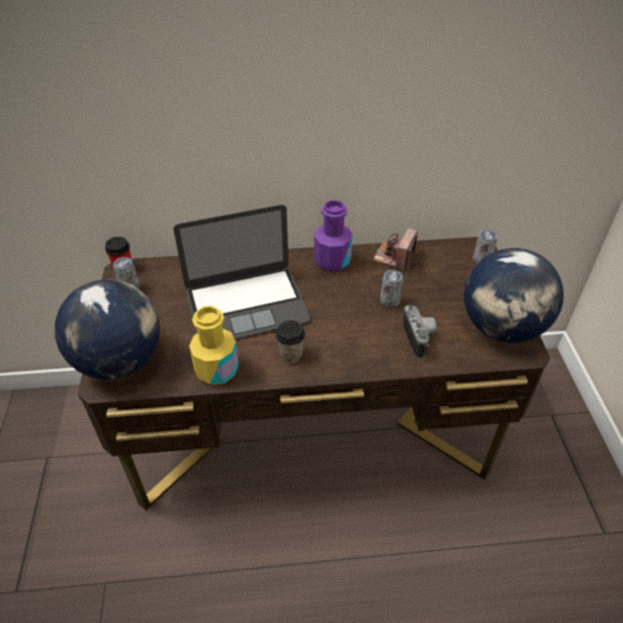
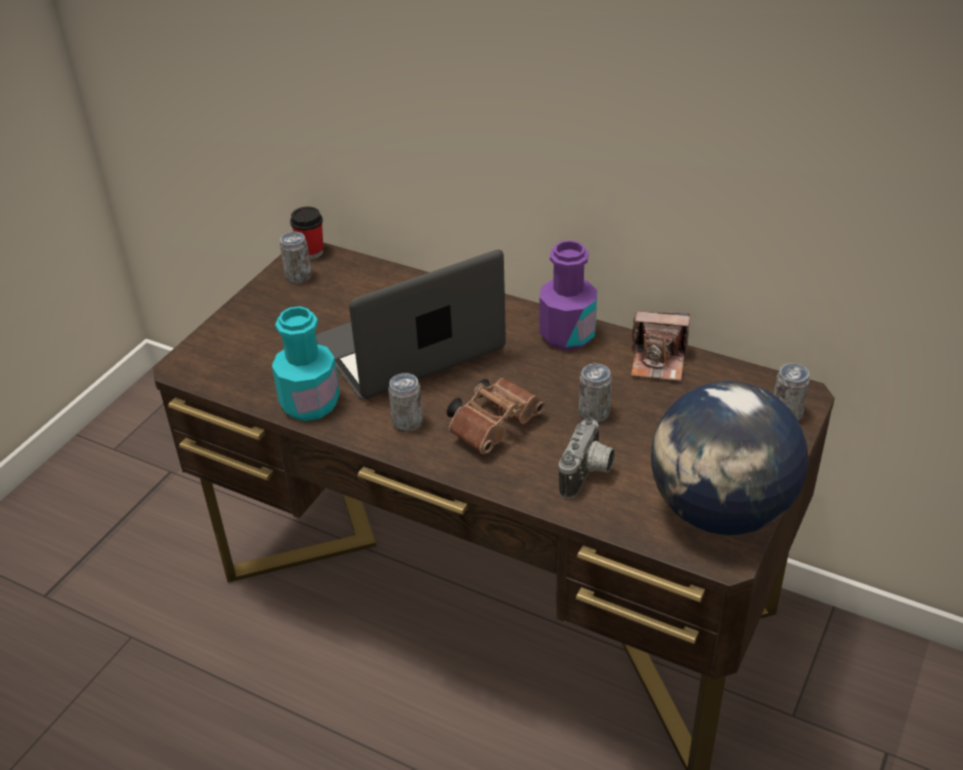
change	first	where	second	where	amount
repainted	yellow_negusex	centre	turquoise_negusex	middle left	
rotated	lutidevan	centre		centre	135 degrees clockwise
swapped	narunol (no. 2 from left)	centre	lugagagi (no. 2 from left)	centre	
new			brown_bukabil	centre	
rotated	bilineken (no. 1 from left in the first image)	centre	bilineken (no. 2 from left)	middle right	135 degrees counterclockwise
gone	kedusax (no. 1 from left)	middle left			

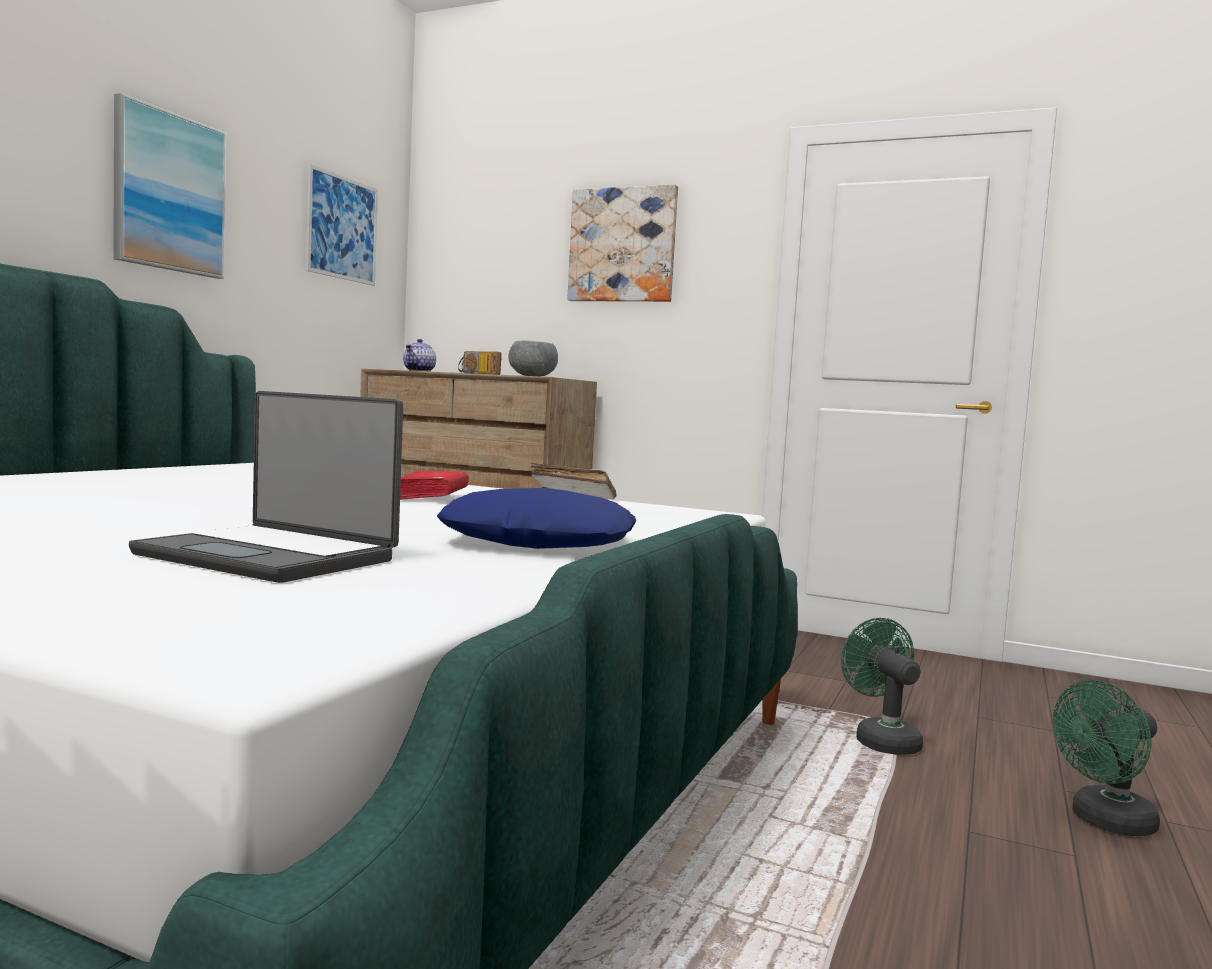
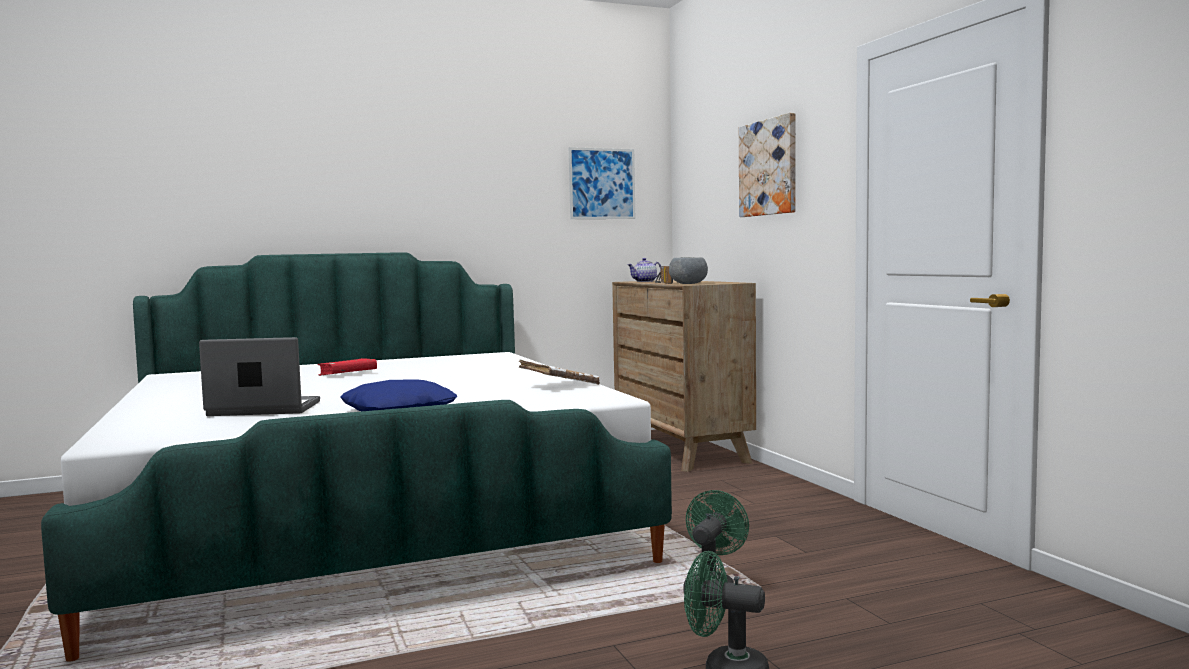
change	first	where	second	where	amount
rotated	lutidevan	middle left		middle left	105 degrees clockwise
shifted	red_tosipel	centre		middle left	
gone	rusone (no. 1 from left)	top left			

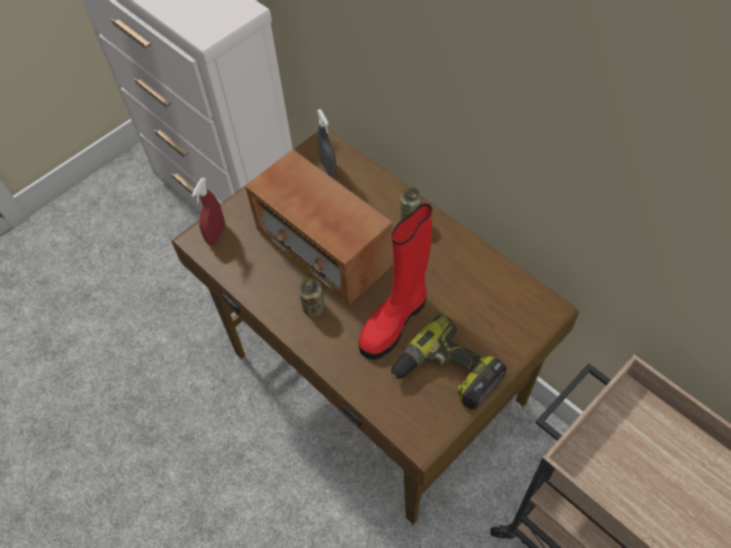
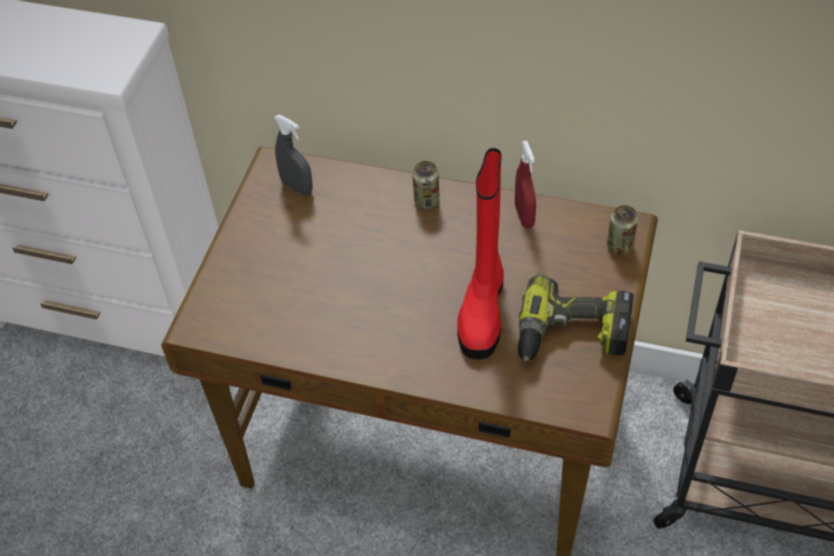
change	first	where	second	where	amount
shifted	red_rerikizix	middle left		top centre	
shifted	lugagagi (no. 1 from left in the first image)	centre	lugagagi (no. 2 from left)	middle right	
gone	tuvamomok	centre			

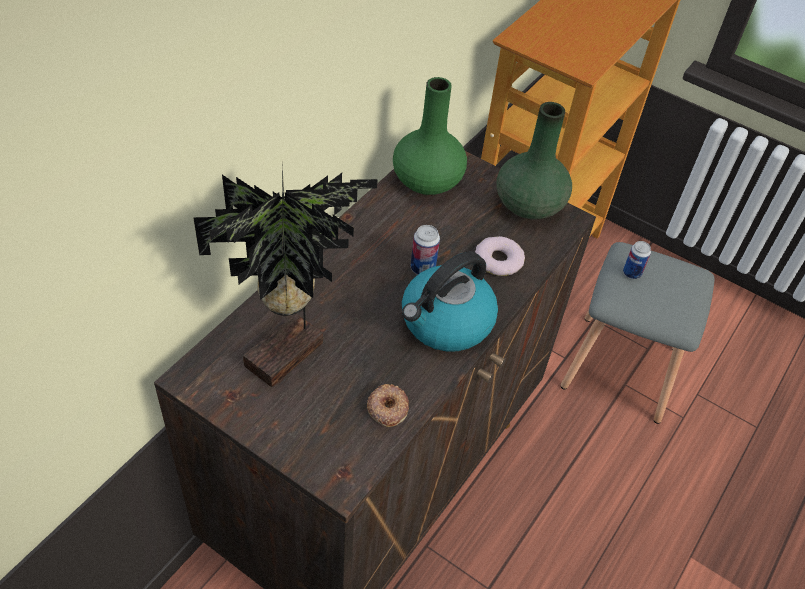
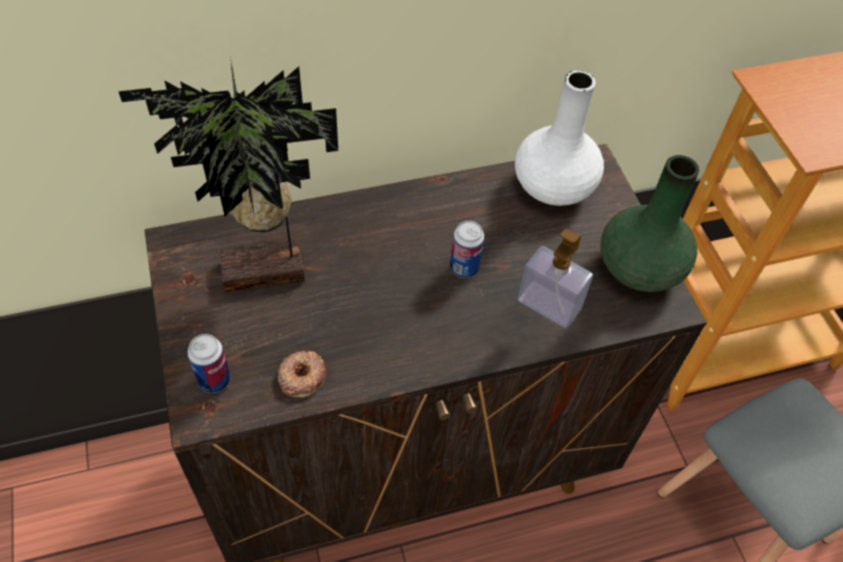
change	first	where	second	where	amount
shifted	lugagagi (no. 2 from left in the first image)	middle right	lugagagi (no. 1 from left)	middle left	
repainted	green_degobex (no. 1 from left)	top centre	white_degobex	top centre	
swapped	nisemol (no. 2 from left)	centre	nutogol	centre	
gone	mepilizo	centre			

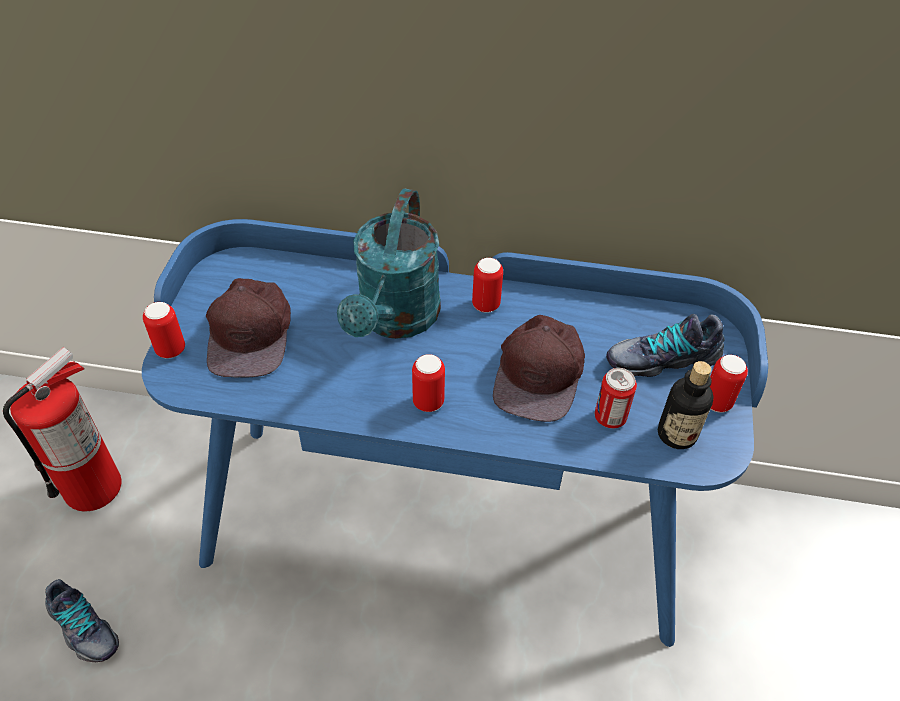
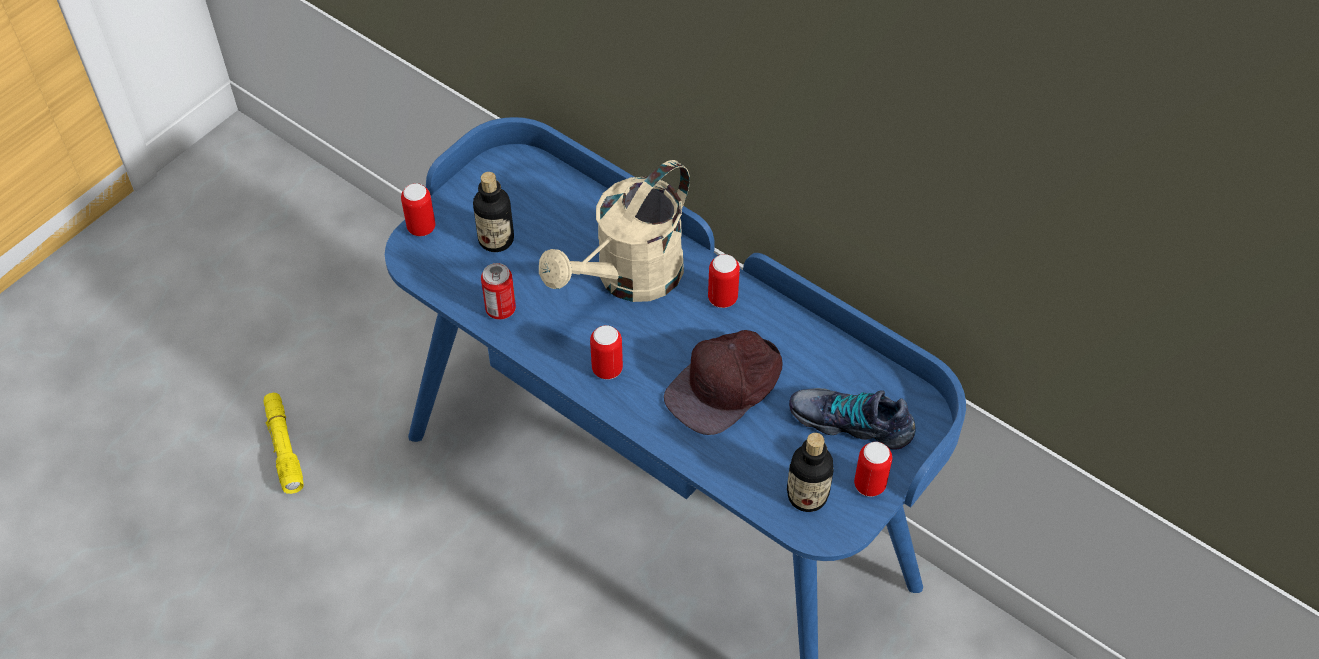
change	first	where	second	where	amount
swapped	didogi (no. 1 from left)	bottom left	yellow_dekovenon	bottom left	
swapped	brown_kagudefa (no. 1 from left)	middle left	negusex (no. 1 from left)	top centre	
shifted	lugagagi (no. 4 from left in the first image)	middle right	lugagagi (no. 2 from left)	centre	
repainted	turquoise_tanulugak	centre	beige_tanulugak	centre	
gone	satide	middle left			

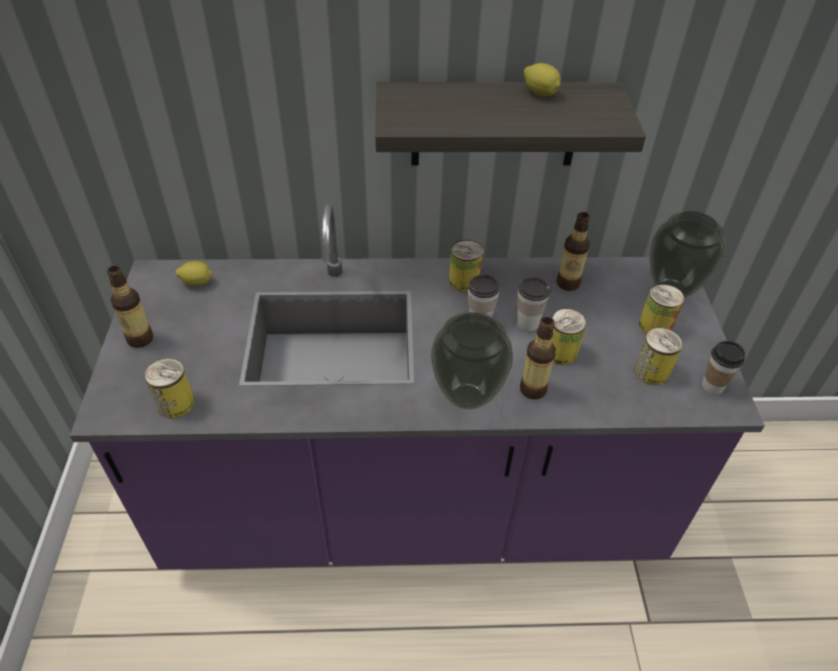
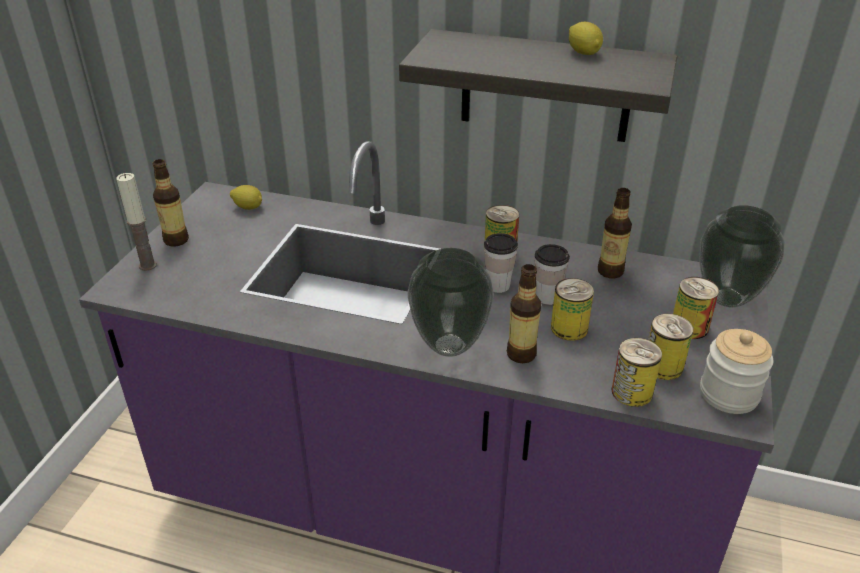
change	first	where	second	where	amount
new			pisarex	middle left	
shifted	lugagagi (no. 1 from left in the first image)	middle left	lugagagi (no. 3 from left)	middle right	
swapped	narunol (no. 3 from left)	middle right	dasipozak	middle right	

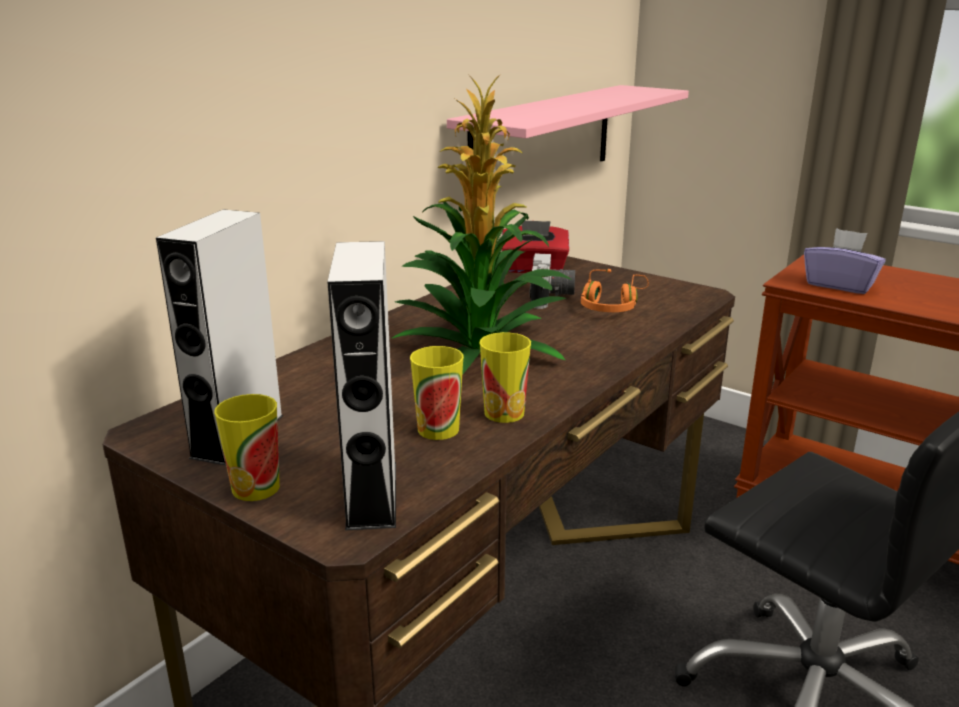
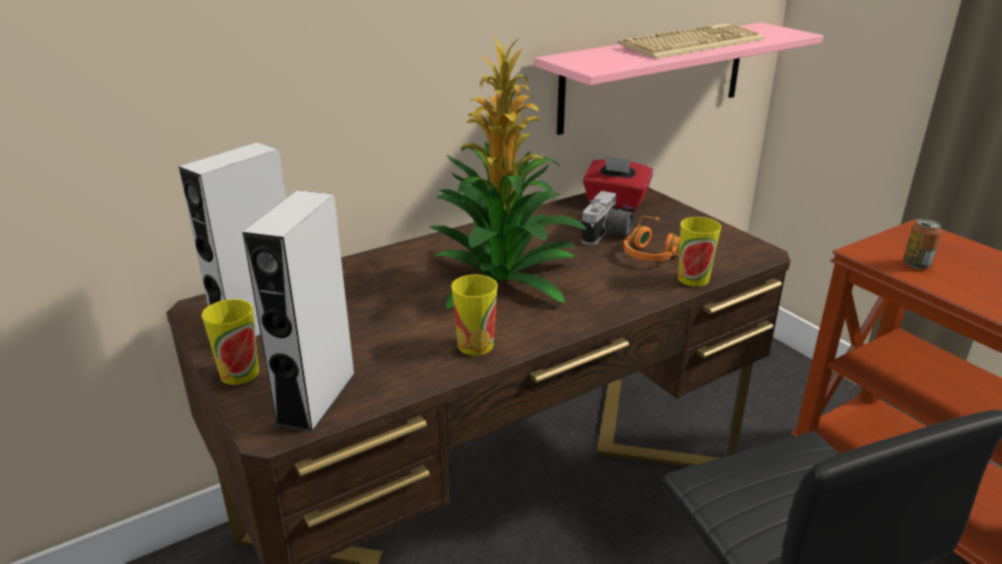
change	first	where	second	where	amount
new			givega	top right	
shifted	narunol (no. 2 from left in the first image)	centre	narunol (no. 3 from left)	middle right	
swapped	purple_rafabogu	middle right	lugagagi	middle right	

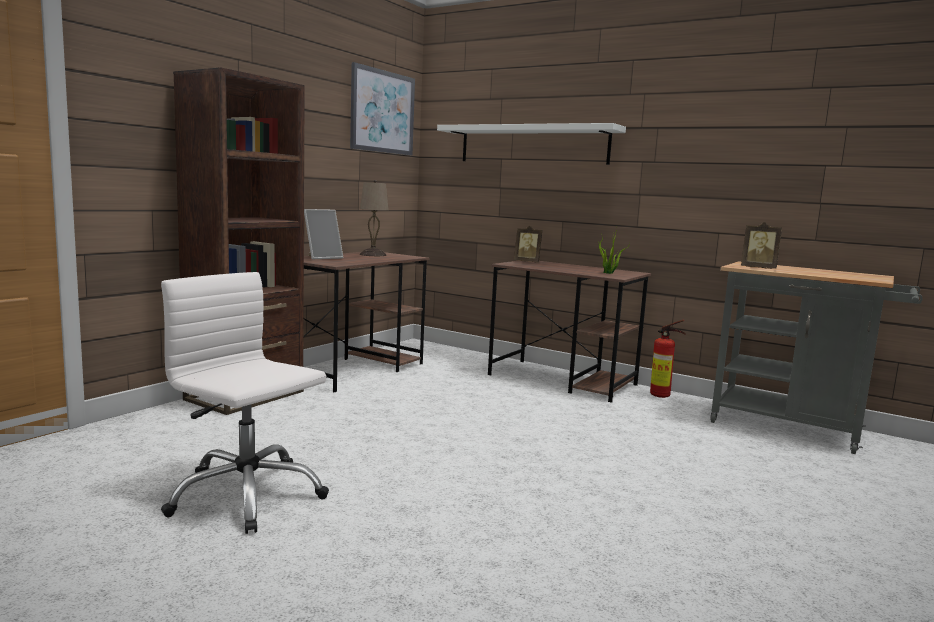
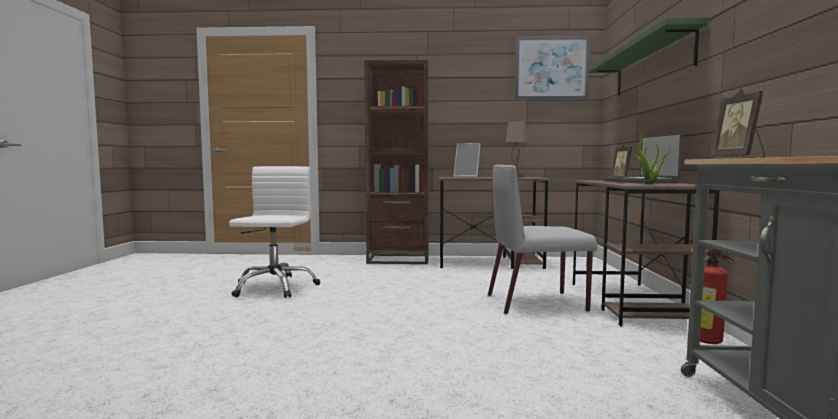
change	first	where	second	where	amount
new			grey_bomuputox	centre	
repainted	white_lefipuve	top centre	green_lefipuve	top right	
new			lutidevan	middle right	

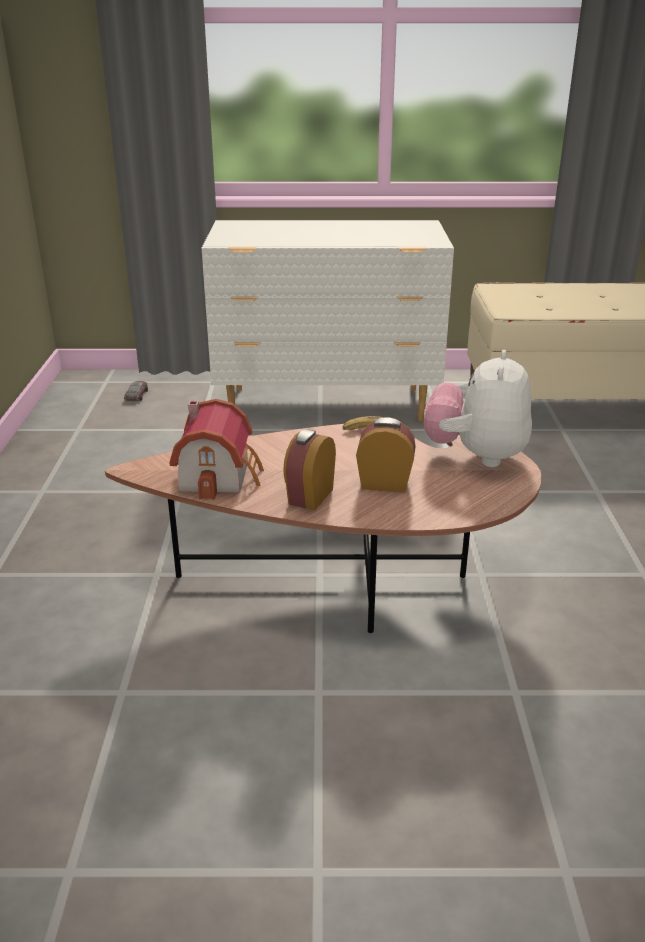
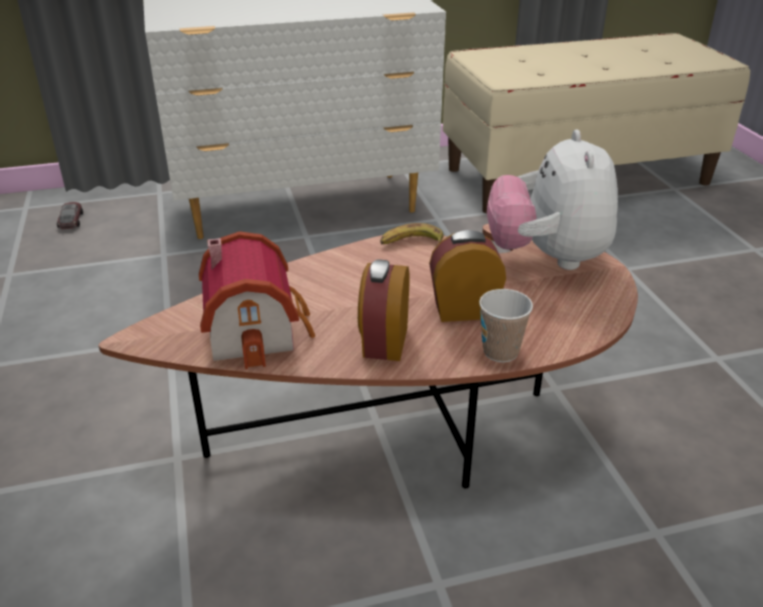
change	first	where	second	where	amount
new			narunol	centre	

